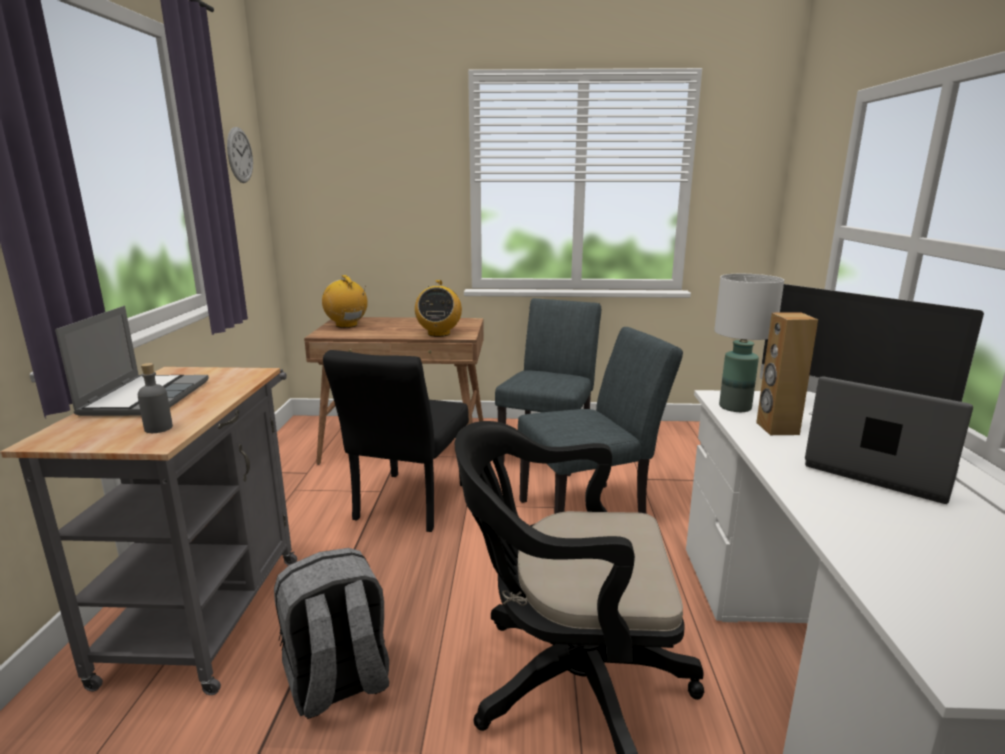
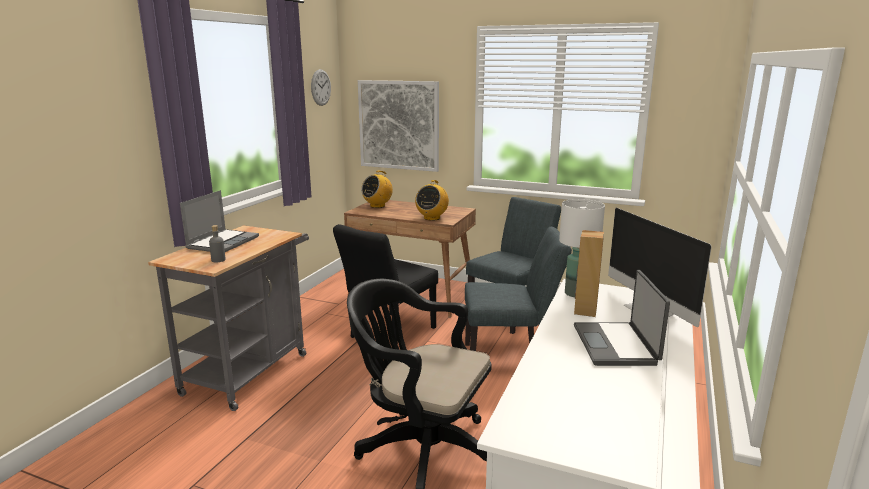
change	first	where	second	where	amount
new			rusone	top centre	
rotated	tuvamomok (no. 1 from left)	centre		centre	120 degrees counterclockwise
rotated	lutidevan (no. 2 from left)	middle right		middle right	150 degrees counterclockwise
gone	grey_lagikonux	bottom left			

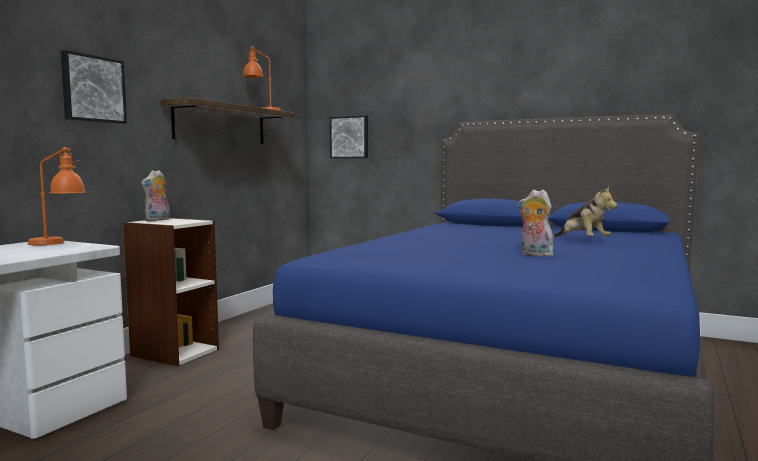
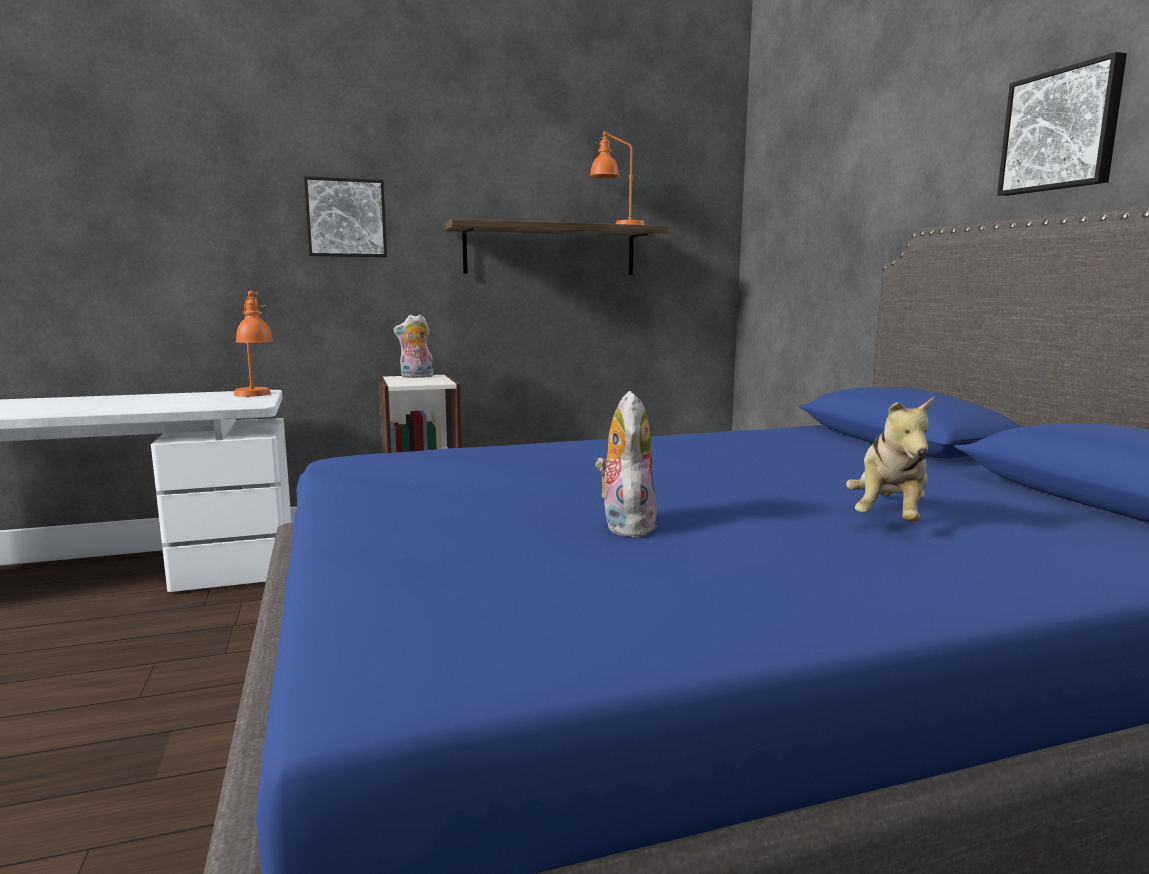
change	first	where	second	where	amount
shifted	rusone (no. 2 from left)	top centre		top right	

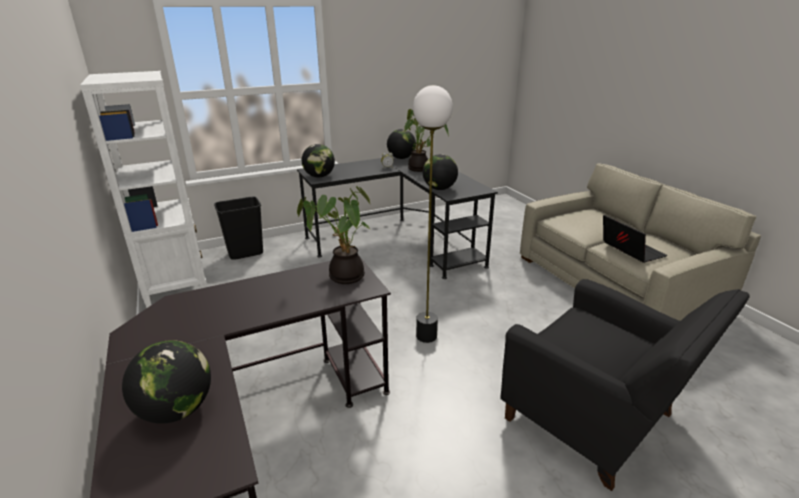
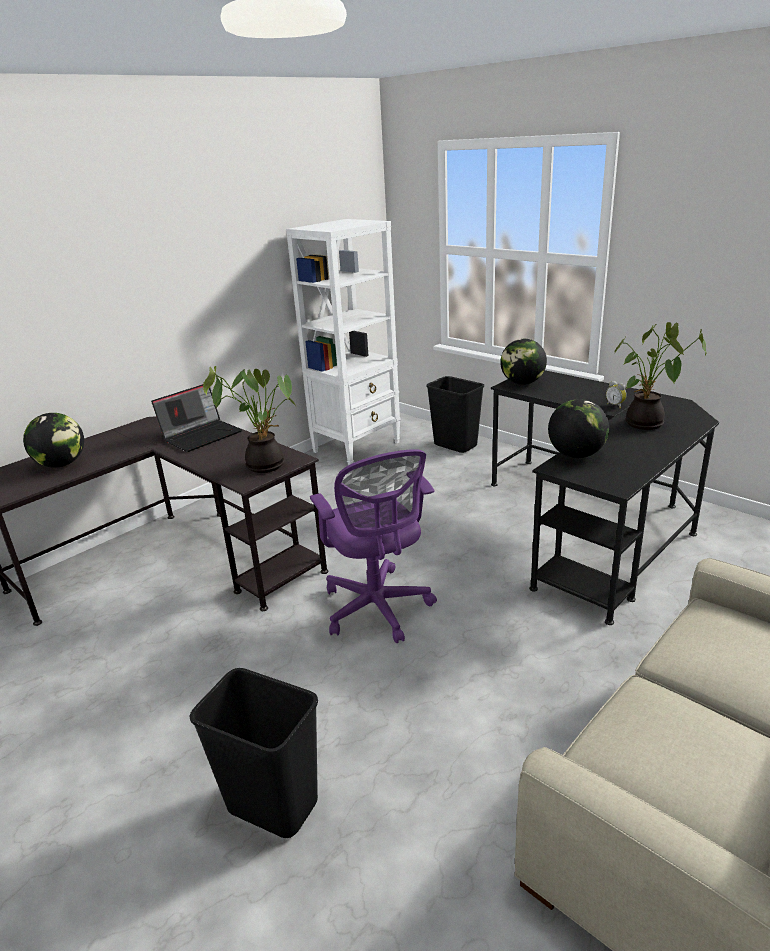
change	first	where	second	where	amount
shifted	lutidevan	middle right		middle left	
swapped	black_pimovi	bottom right	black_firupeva (no. 1 from left)	bottom left	
swapped	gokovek	centre	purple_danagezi	centre	
gone	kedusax (no. 3 from left)	top centre			

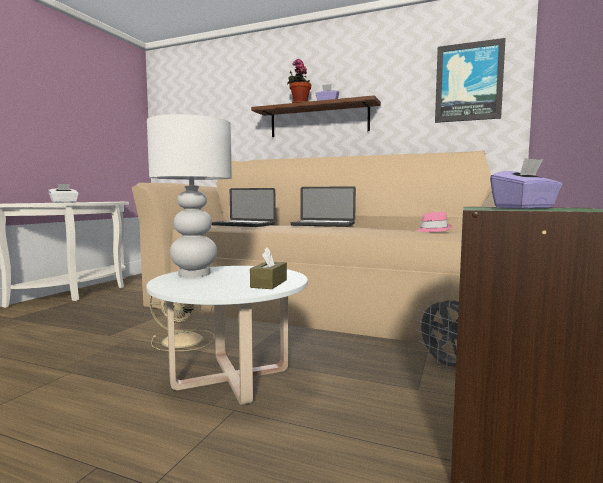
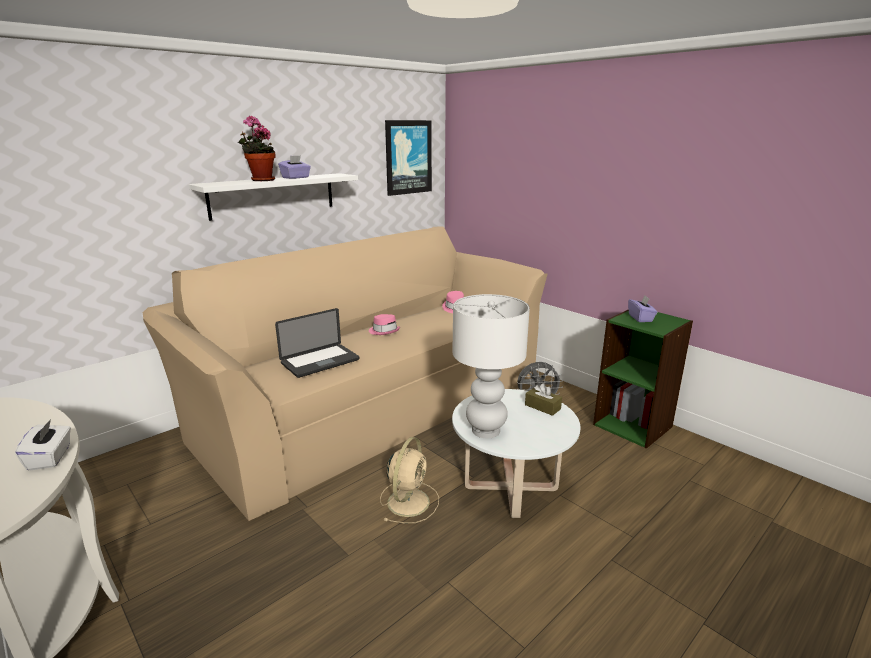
change	first	where	second	where	amount
repainted	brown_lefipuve	top centre	white_lefipuve	top left	
swapped	lutidevan (no. 2 from left)	centre	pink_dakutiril (no. 1 from left)	centre	

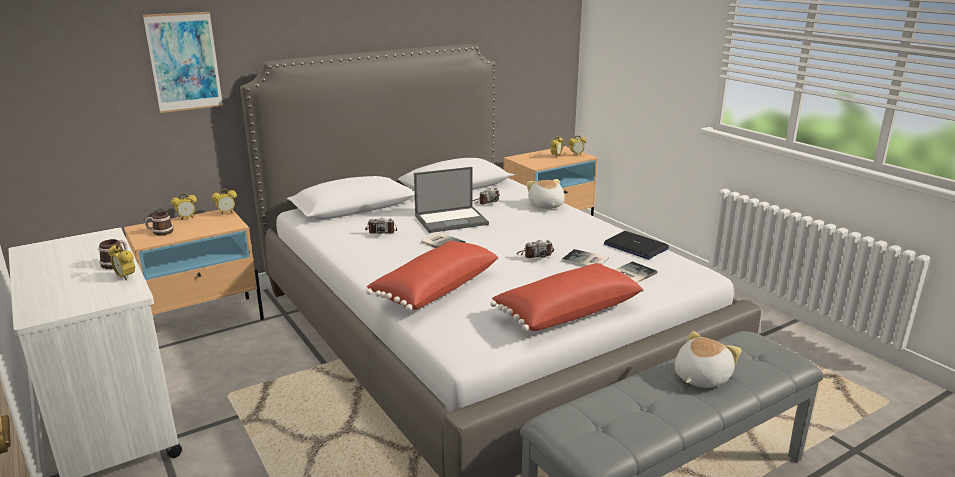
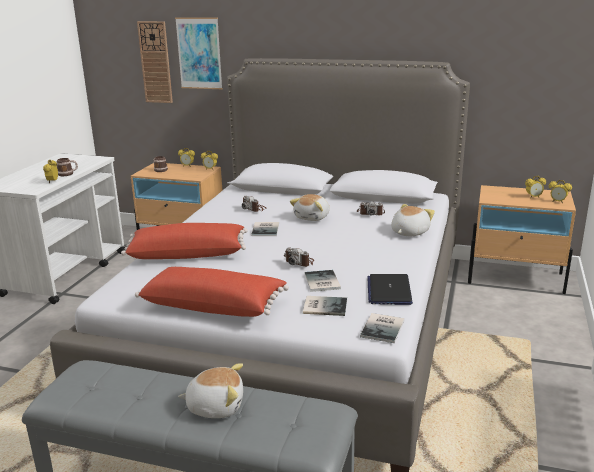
change	first	where	second	where	amount
new			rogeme	top left	
swapped	lutidevan (no. 1 from left)	centre	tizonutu (no. 2 from left)	centre	
new			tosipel (no. 4 from left)	bottom centre	

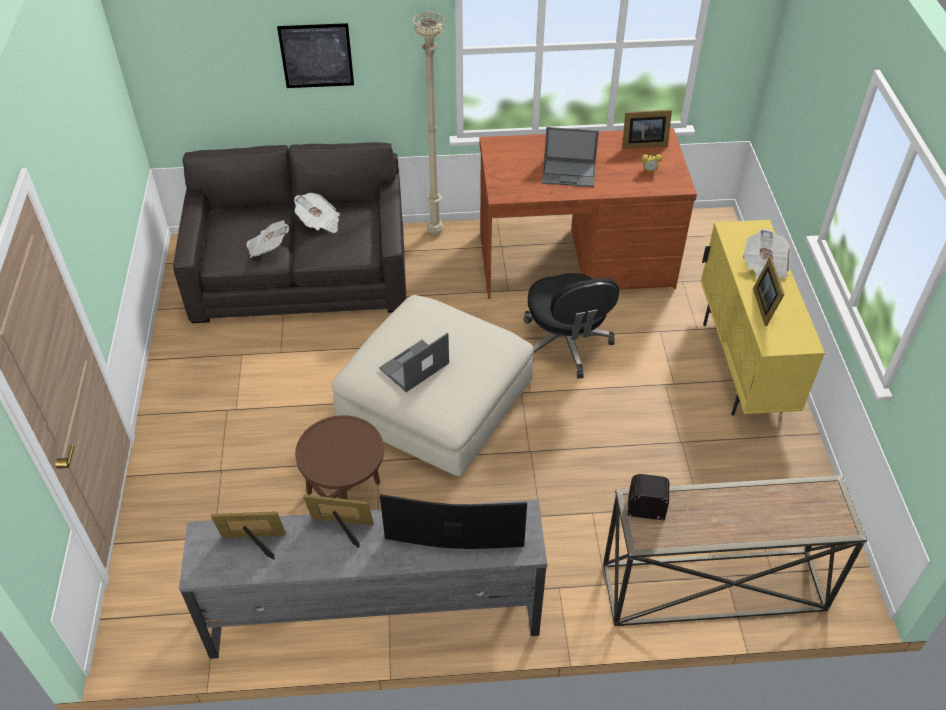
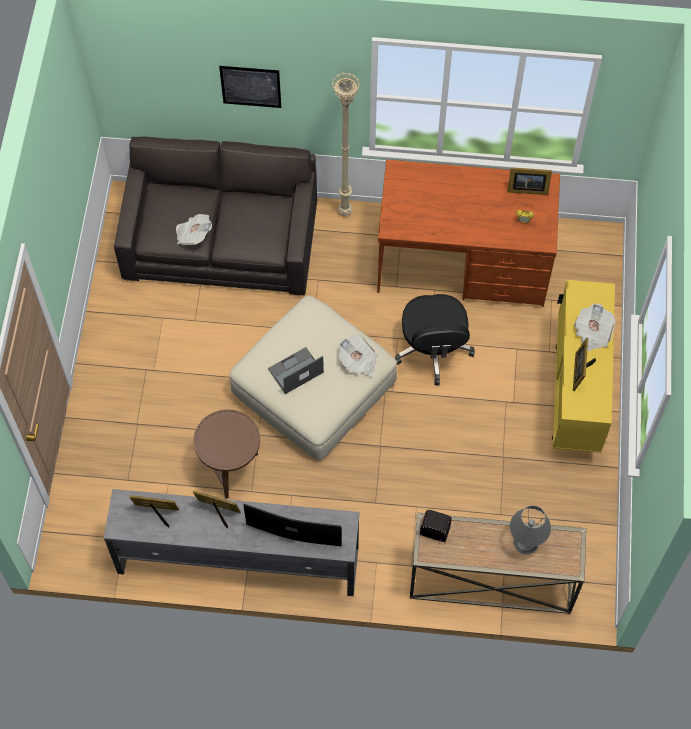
change	first	where	second	where	amount
shifted	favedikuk (no. 2 from left)	top centre		centre	
new			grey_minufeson	bottom right	
gone	lutidevan (no. 2 from left)	top centre			

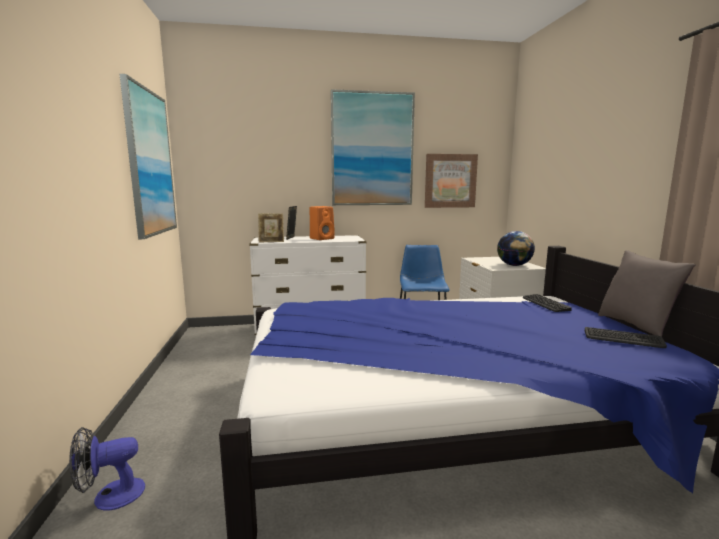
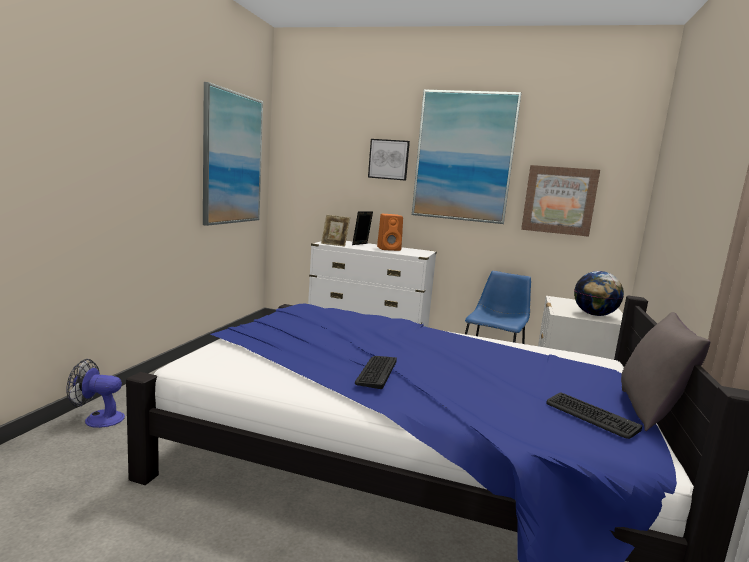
change	first	where	second	where	amount
shifted	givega (no. 1 from left)	middle right		centre	
new			rusone (no. 2 from left)	top centre	

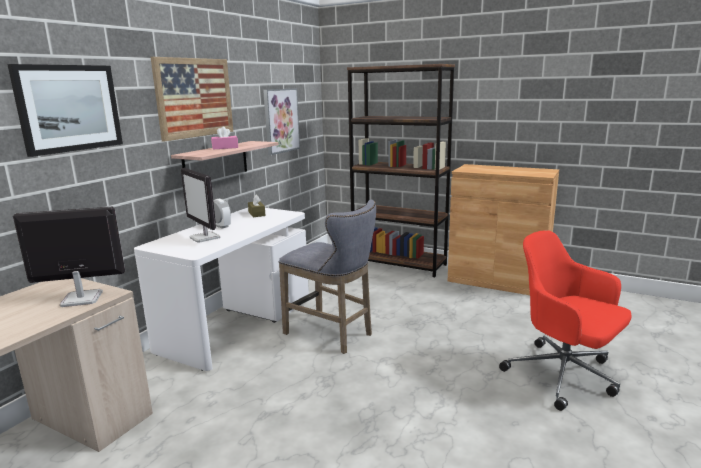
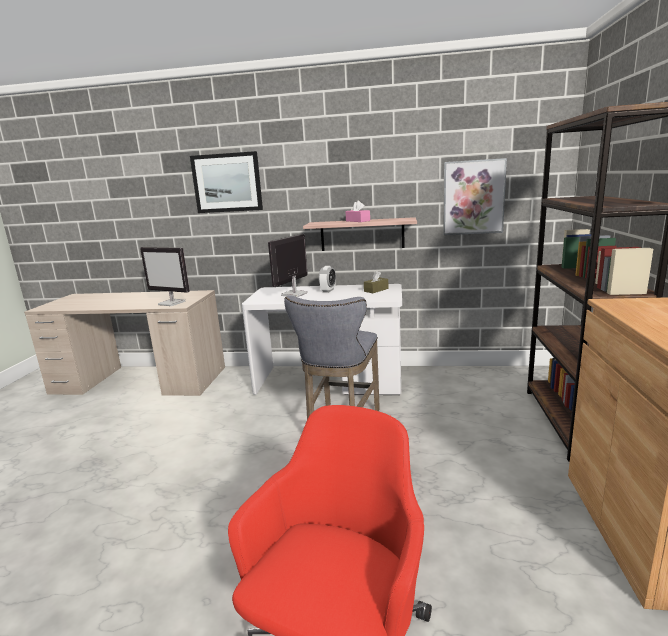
change	first	where	second	where	amount
rotated	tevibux (no. 1 from left)	middle left		middle left	150 degrees clockwise
gone	rusone (no. 2 from left)	top left			

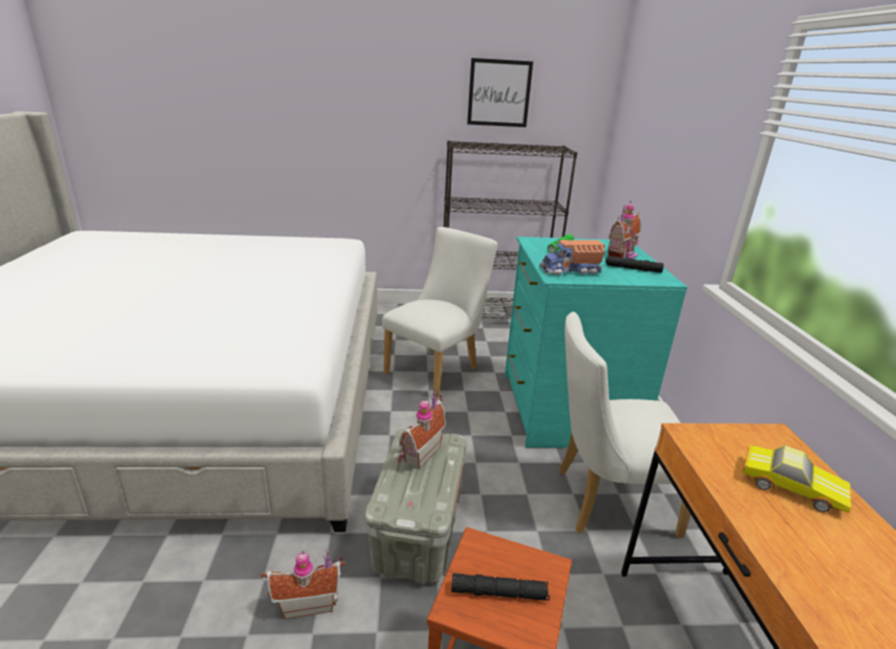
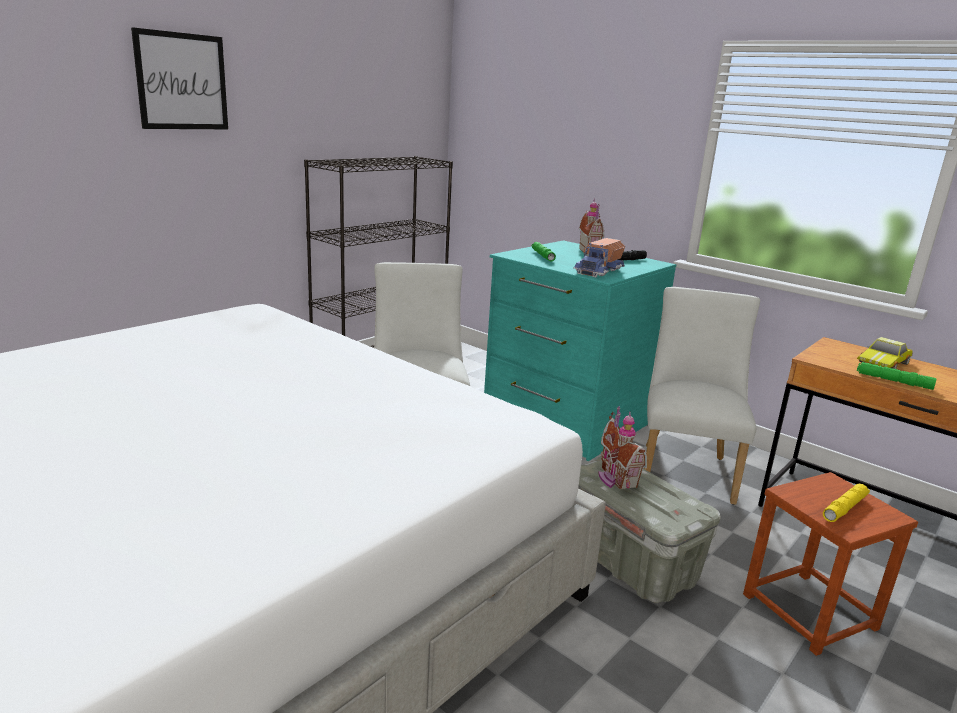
change	first	where	second	where	amount
shifted	rusone	top centre		top left	
rotated	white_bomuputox (no. 2 from left)	middle right		middle right	150 degrees clockwise
repainted	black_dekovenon (no. 1 from left)	bottom centre	yellow_dekovenon	bottom right	
rotated	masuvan	bottom right		middle right	150 degrees clockwise
new			green_dekovenon (no. 2 from left)	middle right	
gone	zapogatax (no. 1 from left)	bottom centre			

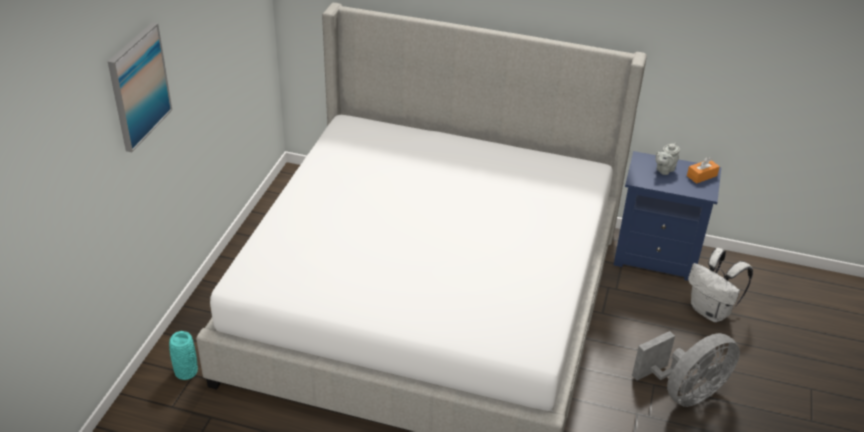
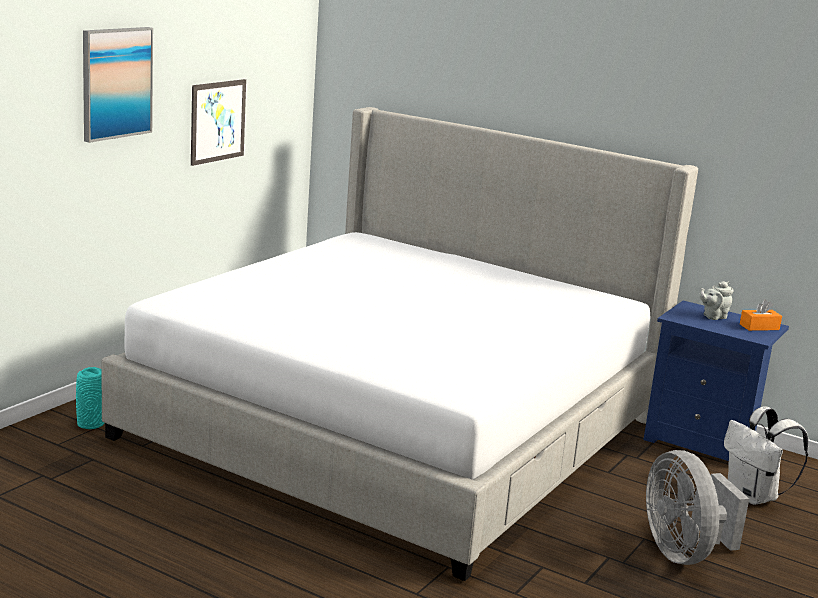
change	first	where	second	where	amount
new			rusone (no. 2 from left)	top left	
rotated	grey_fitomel	bottom right		bottom right	90 degrees clockwise

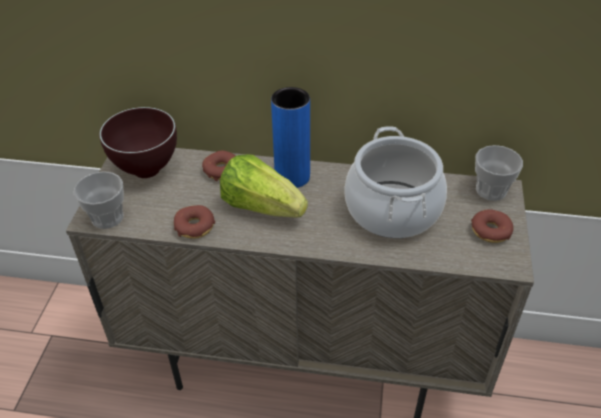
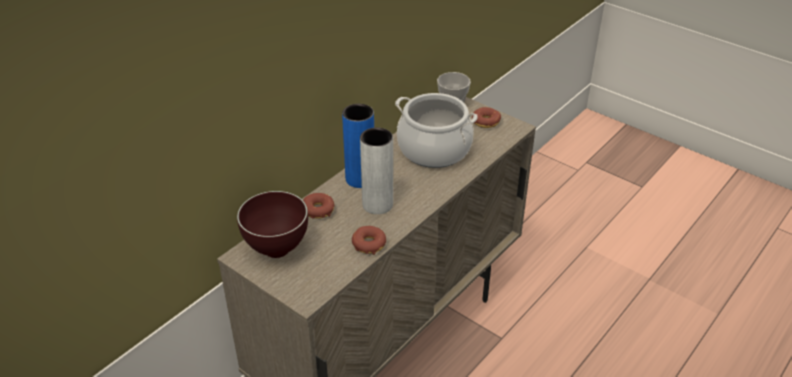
change	first	where	second	where	amount
swapped	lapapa	centre	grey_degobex	centre	
gone	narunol (no. 1 from left)	middle left			

